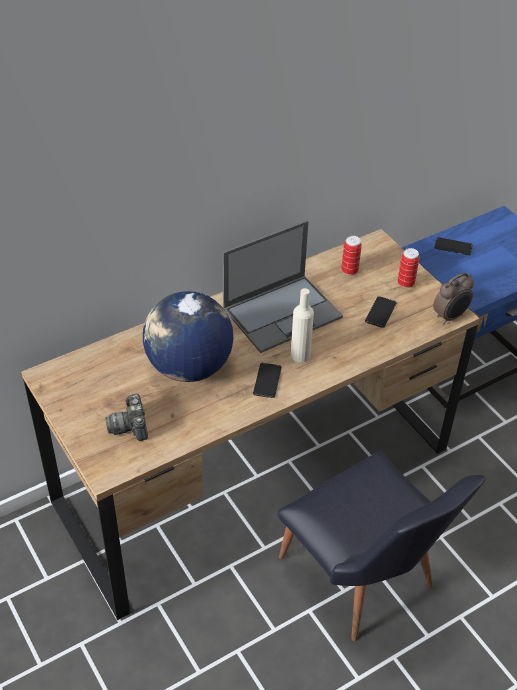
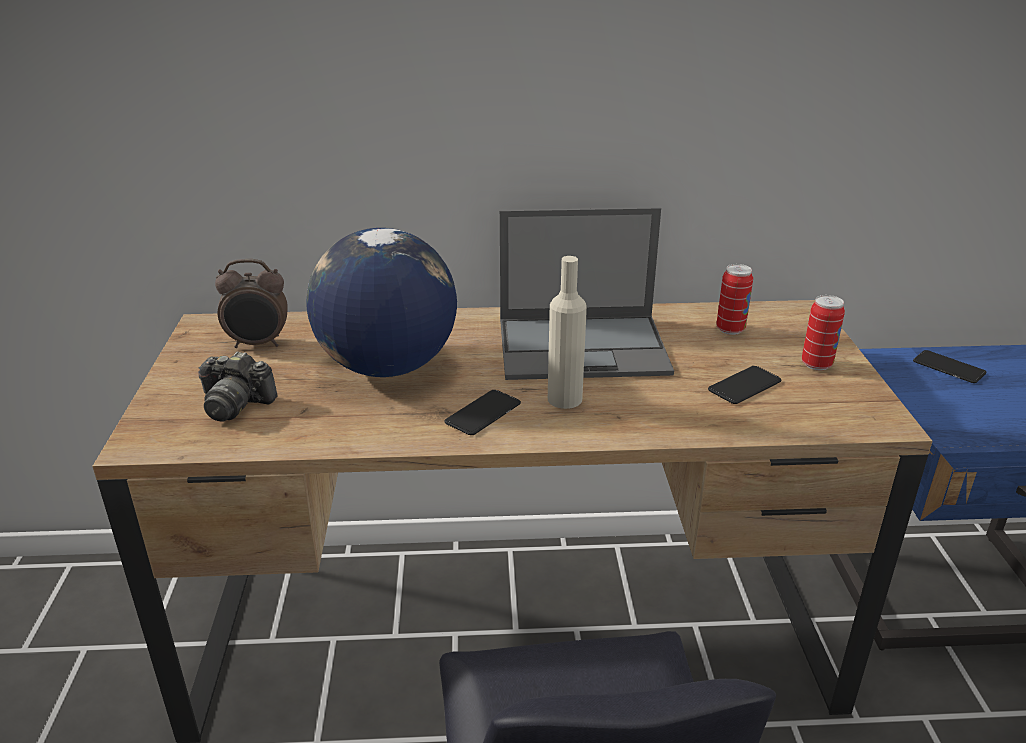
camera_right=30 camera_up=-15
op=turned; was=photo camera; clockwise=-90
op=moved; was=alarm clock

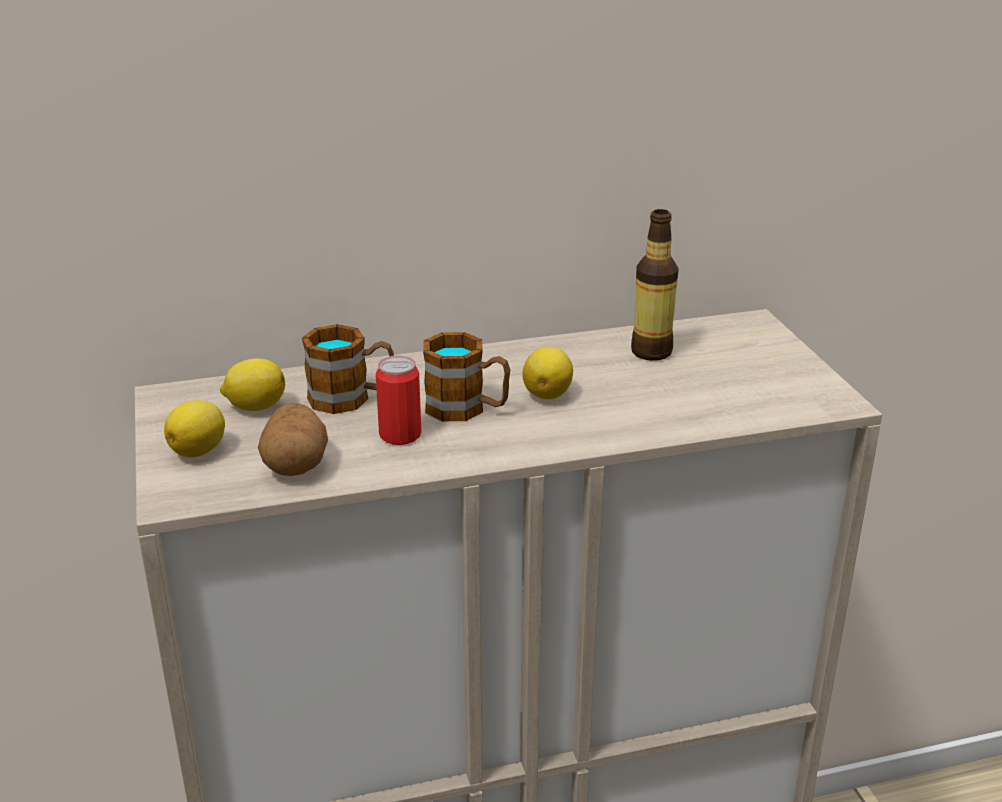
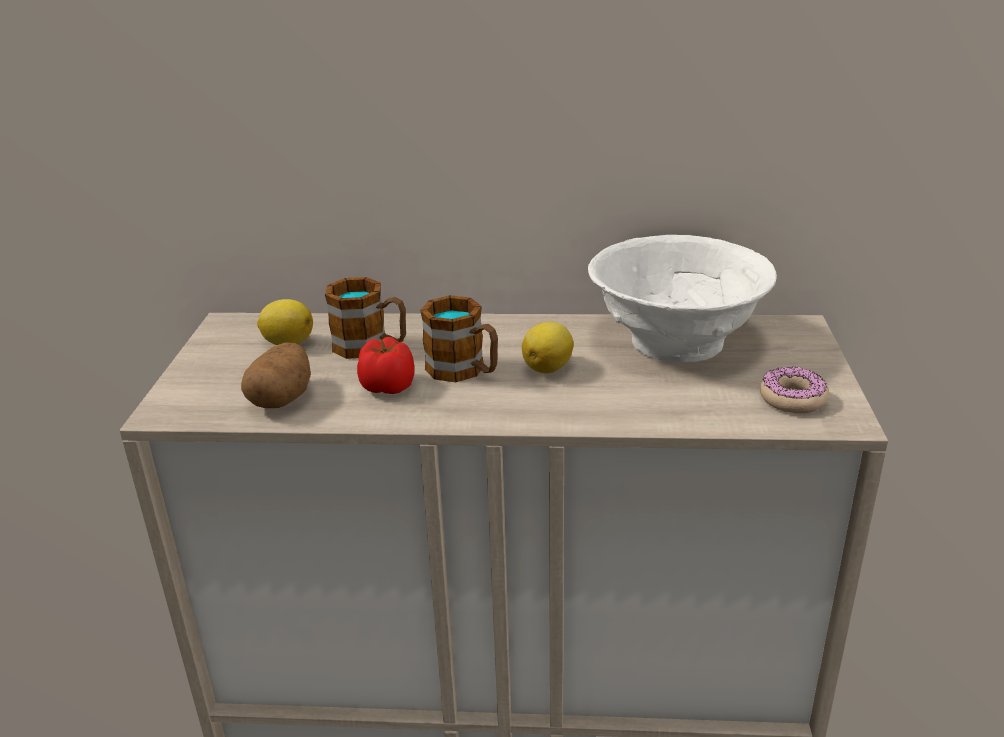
camera_right=20 camera_up=0
op=replaced; was=can; now=tomato
op=replaced; was=bottle; now=bowl (white)
op=added; now=donut
op=removed; was=lemon (1st from left)

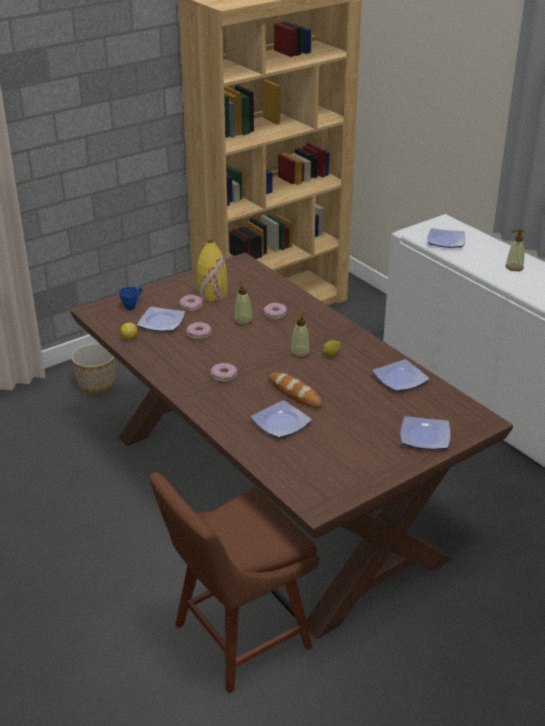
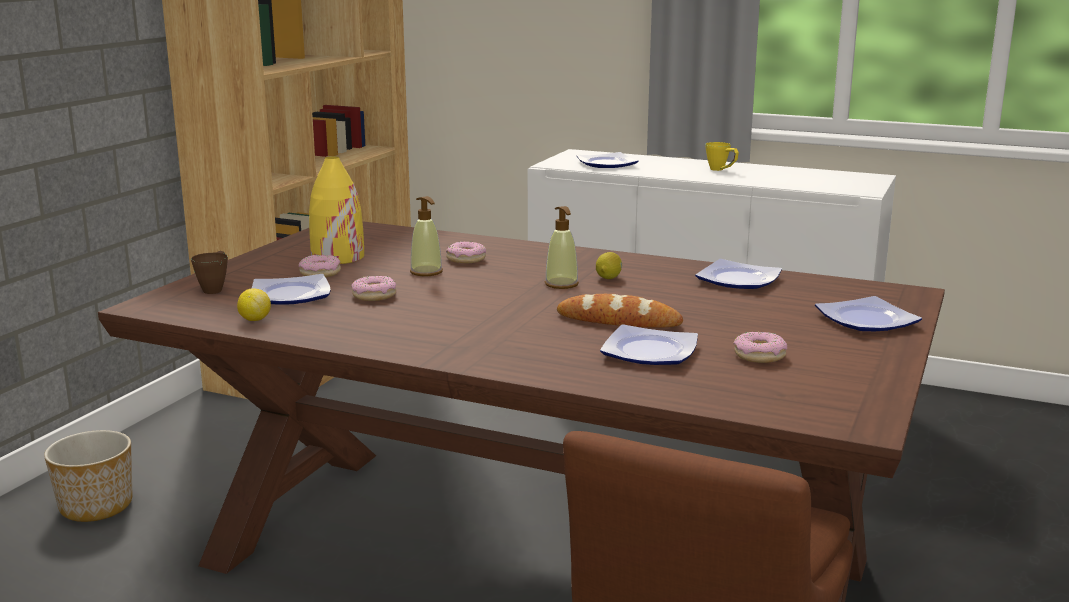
camera_right=-30 camera_up=-15
op=recoloured; was=mug (blue); now=mug (brown)
op=replaced; was=soap dispenser (3rd from left); now=mug (yellow)
op=moved; was=donut (3rd from left in the first image); now=donut (4th from left)

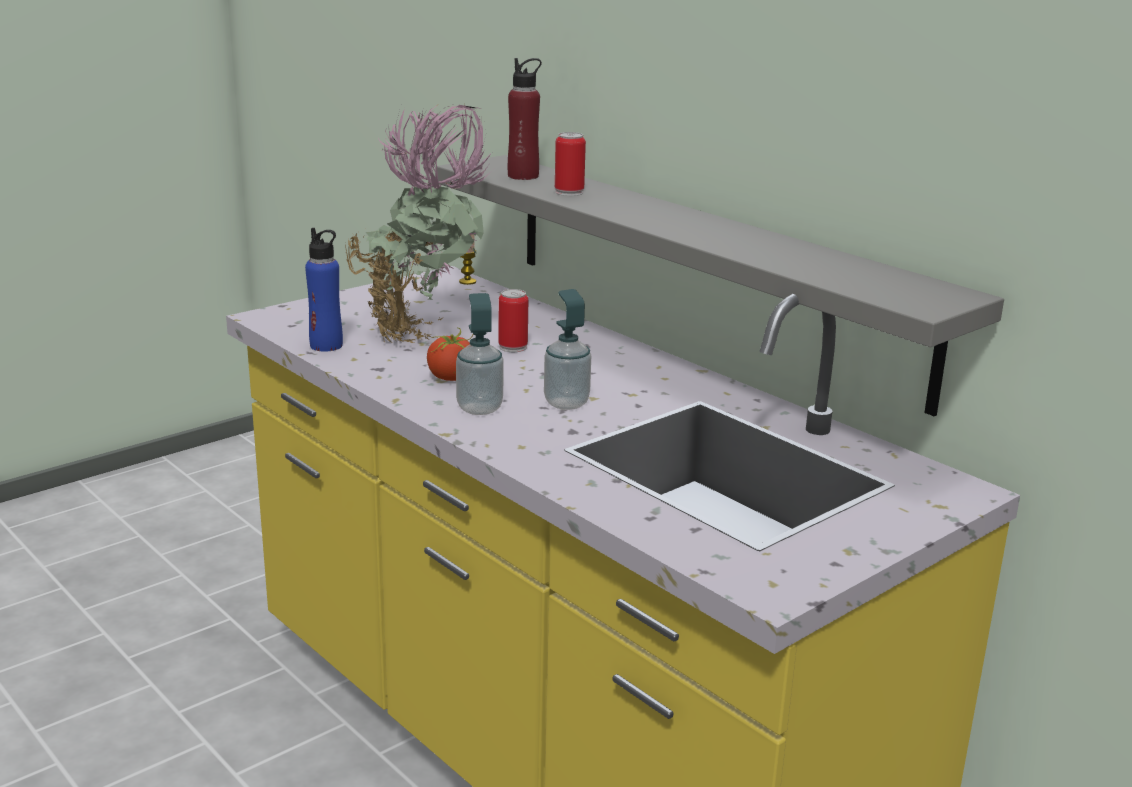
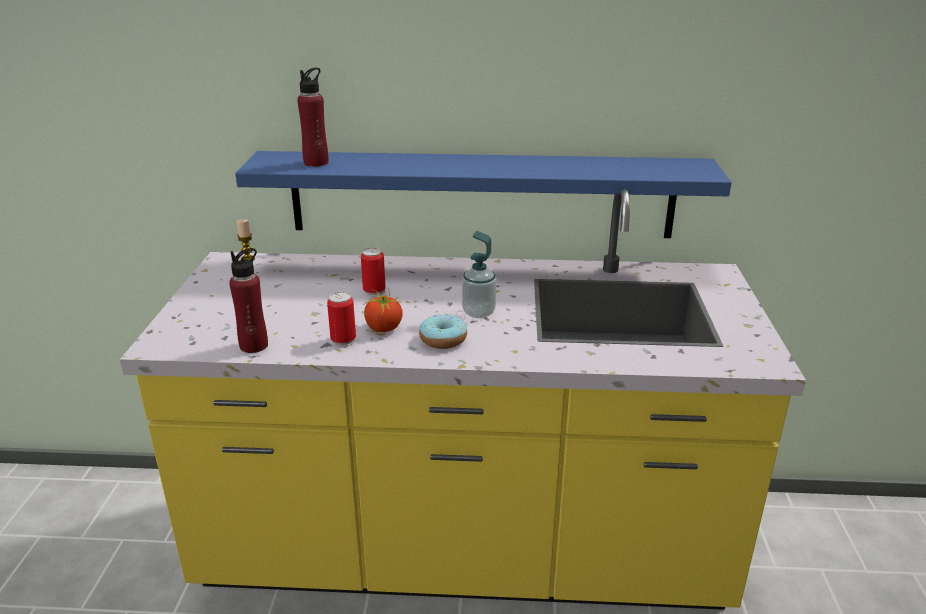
camera_right=-45 camera_up=5
op=recoloured; was=bottle (blue); now=bottle (red) (1st from left)
op=recoloured; was=shelf (grey); now=shelf (blue)
op=moved; was=can (2nd from left in the first image); now=can (1st from left)
op=replaced; was=soap dispenser (1st from left); now=donut
op=removed; was=potted plant

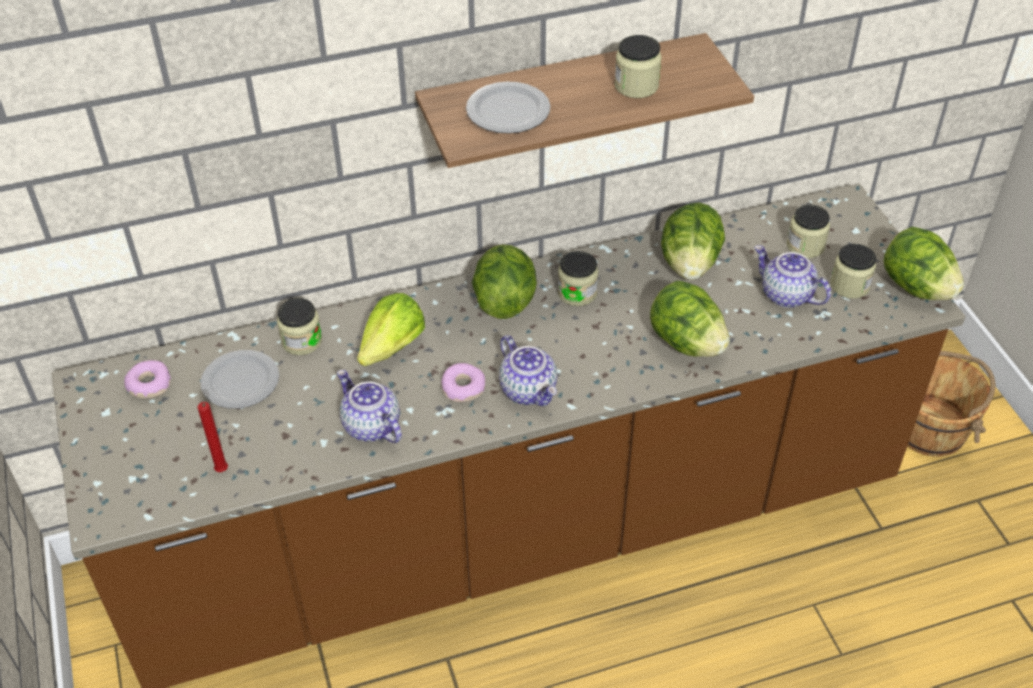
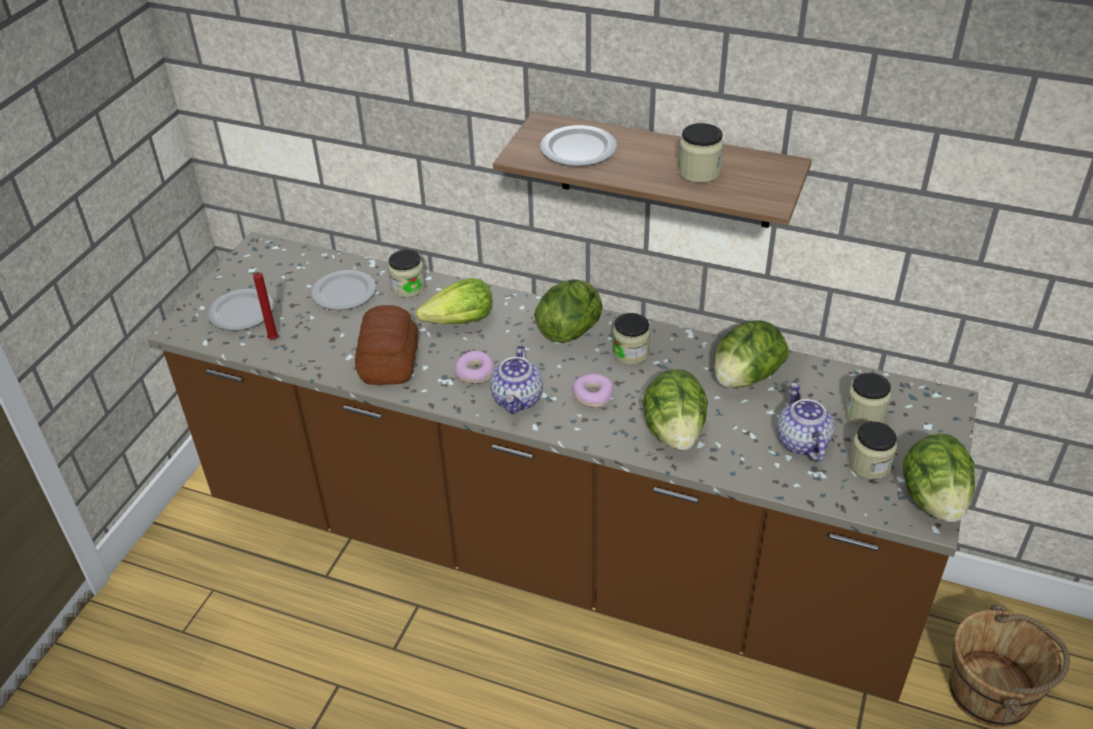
camera_right=40 camera_up=-5
op=added; now=plate (1st from left)
op=replaced; was=teapot (1st from left); now=bread
op=moved; was=donut (1st from left in the first image); now=donut (2nd from left)

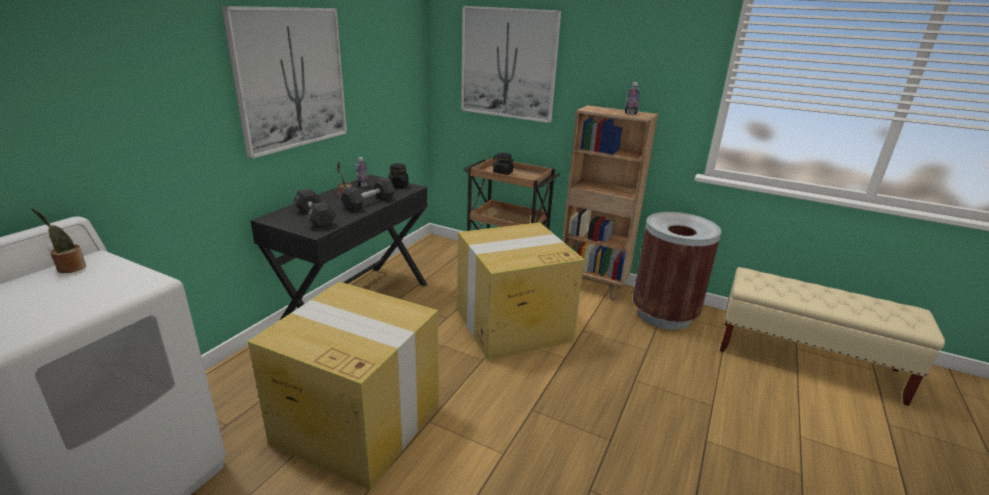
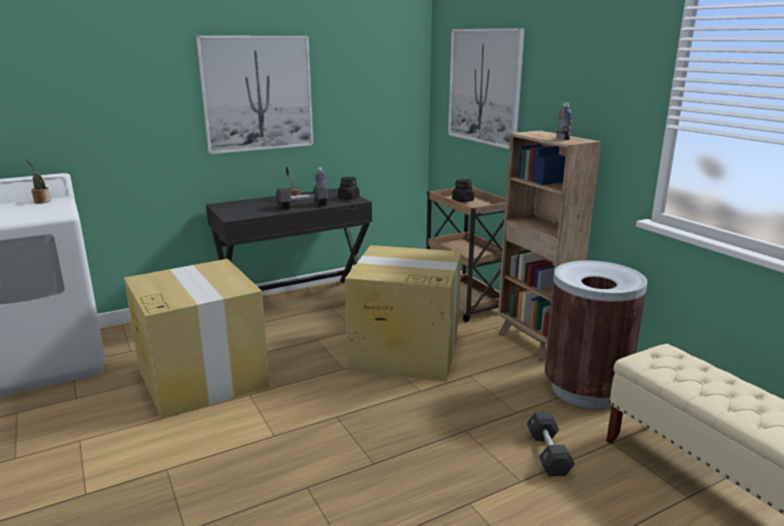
camera_right=35 camera_up=-5
op=moved; was=dumbbell (black) (1st from left in the first image); now=dumbbell (black) (2nd from left)

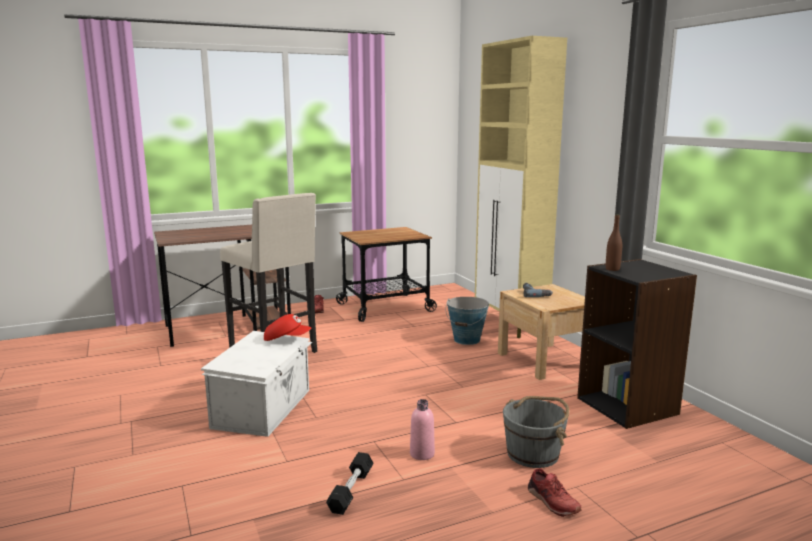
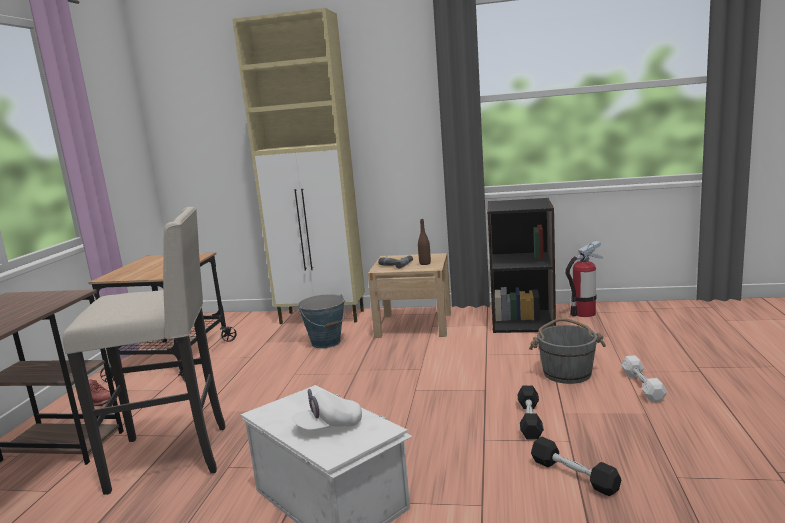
camera_right=-55 camera_up=0
op=added; now=cap (white)
op=moved; was=bottle (brown)
op=replaced; was=bottle (pink); now=dumbbell (black) (1st from left)
op=added; now=fire extinguisher
op=replaced; was=shoe (red) (2nd from left); now=dumbbell (white)
op=removed; was=cap (red)

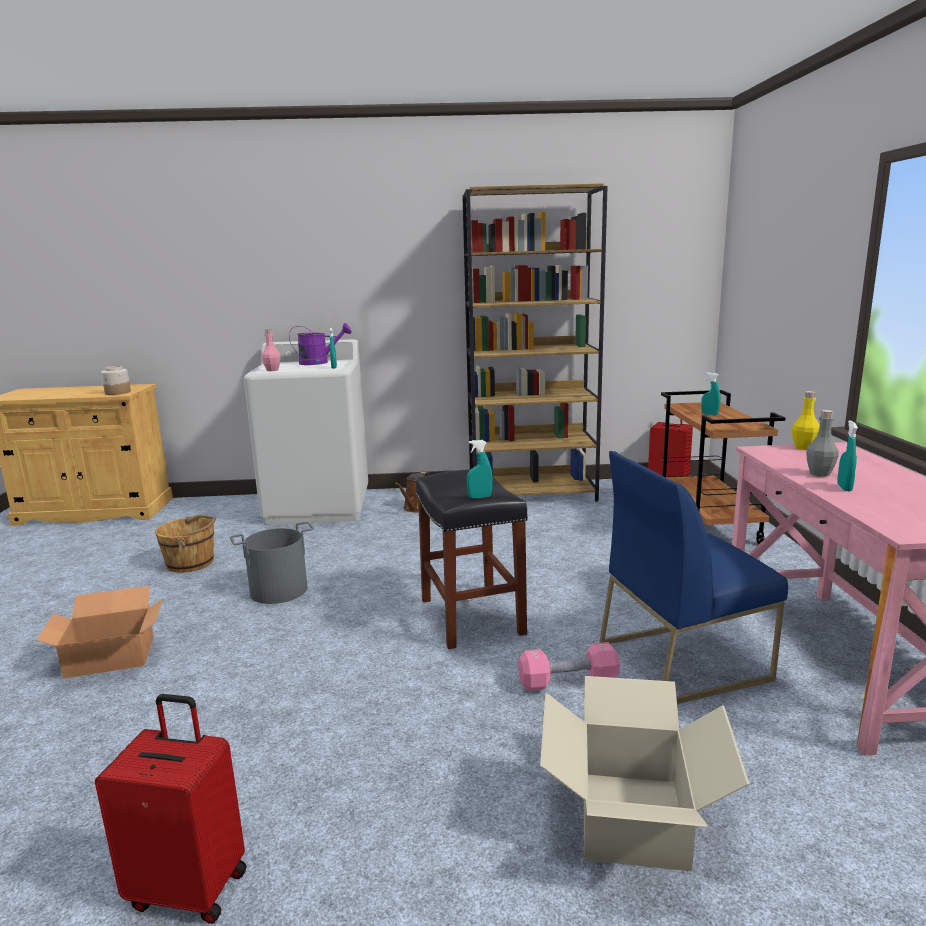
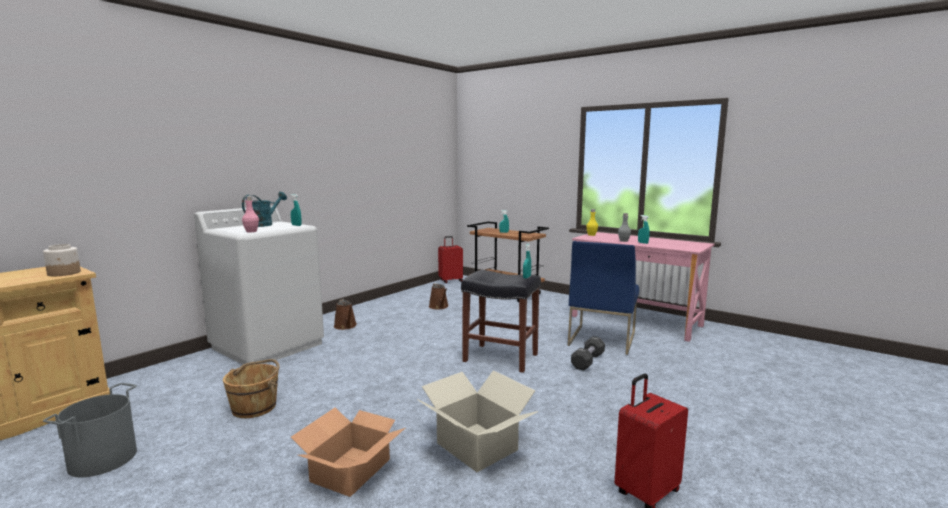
camera_right=-50 camera_up=-5
op=moved; was=bucket (grey)
op=recoloured; was=watering can (purple); now=watering can (turquoise)
op=moved; was=cardboard box (2nd from left)
op=added; now=watering can (brown) (2nd from left)
op=recoloured; was=dumbbell (pink); now=dumbbell (black)
op=removed; was=bookcase (brown)

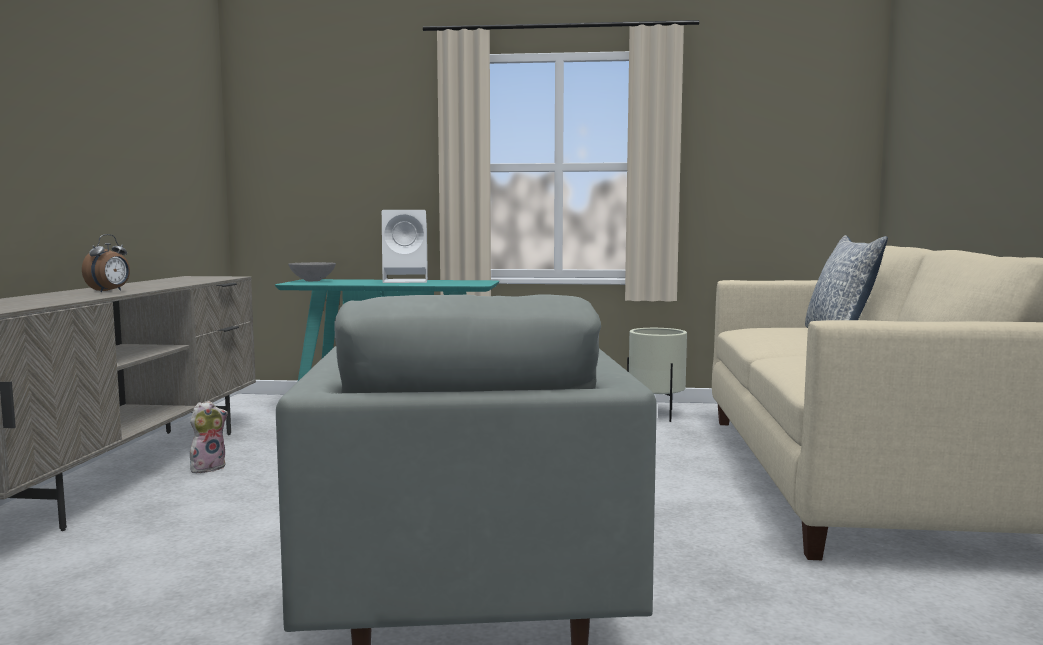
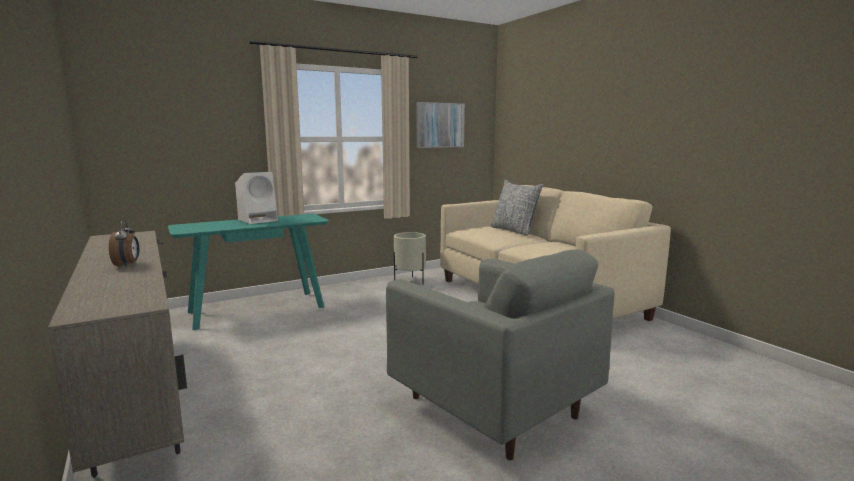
camera_right=-35 camera_up=5
op=added; now=picture
op=removed; was=plush toy
op=removed; was=bowl (grey)

